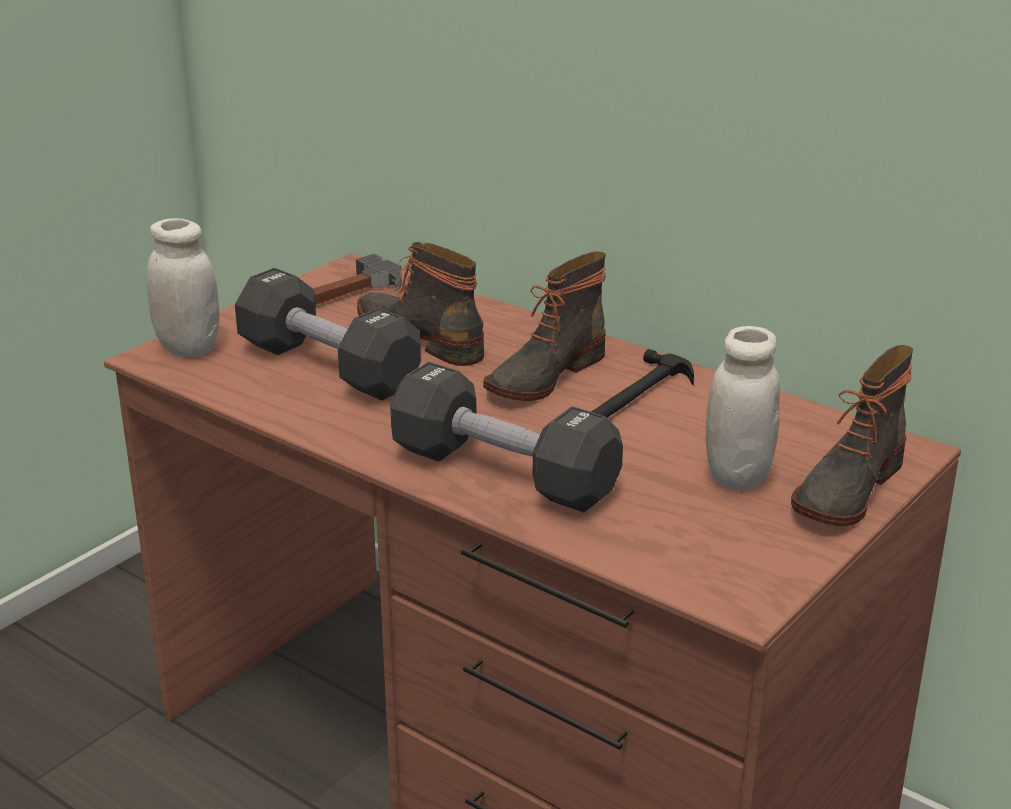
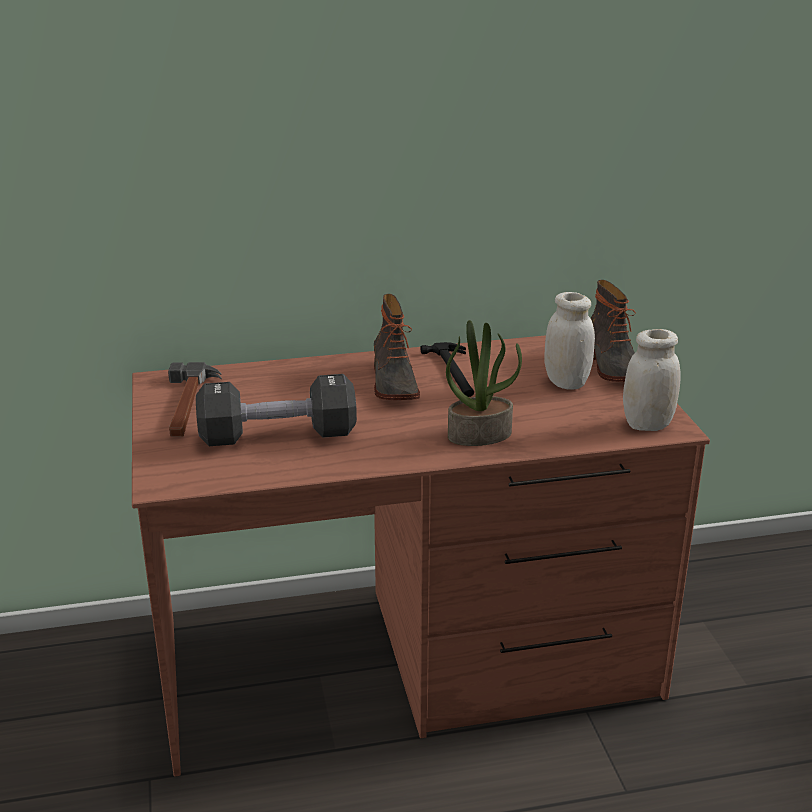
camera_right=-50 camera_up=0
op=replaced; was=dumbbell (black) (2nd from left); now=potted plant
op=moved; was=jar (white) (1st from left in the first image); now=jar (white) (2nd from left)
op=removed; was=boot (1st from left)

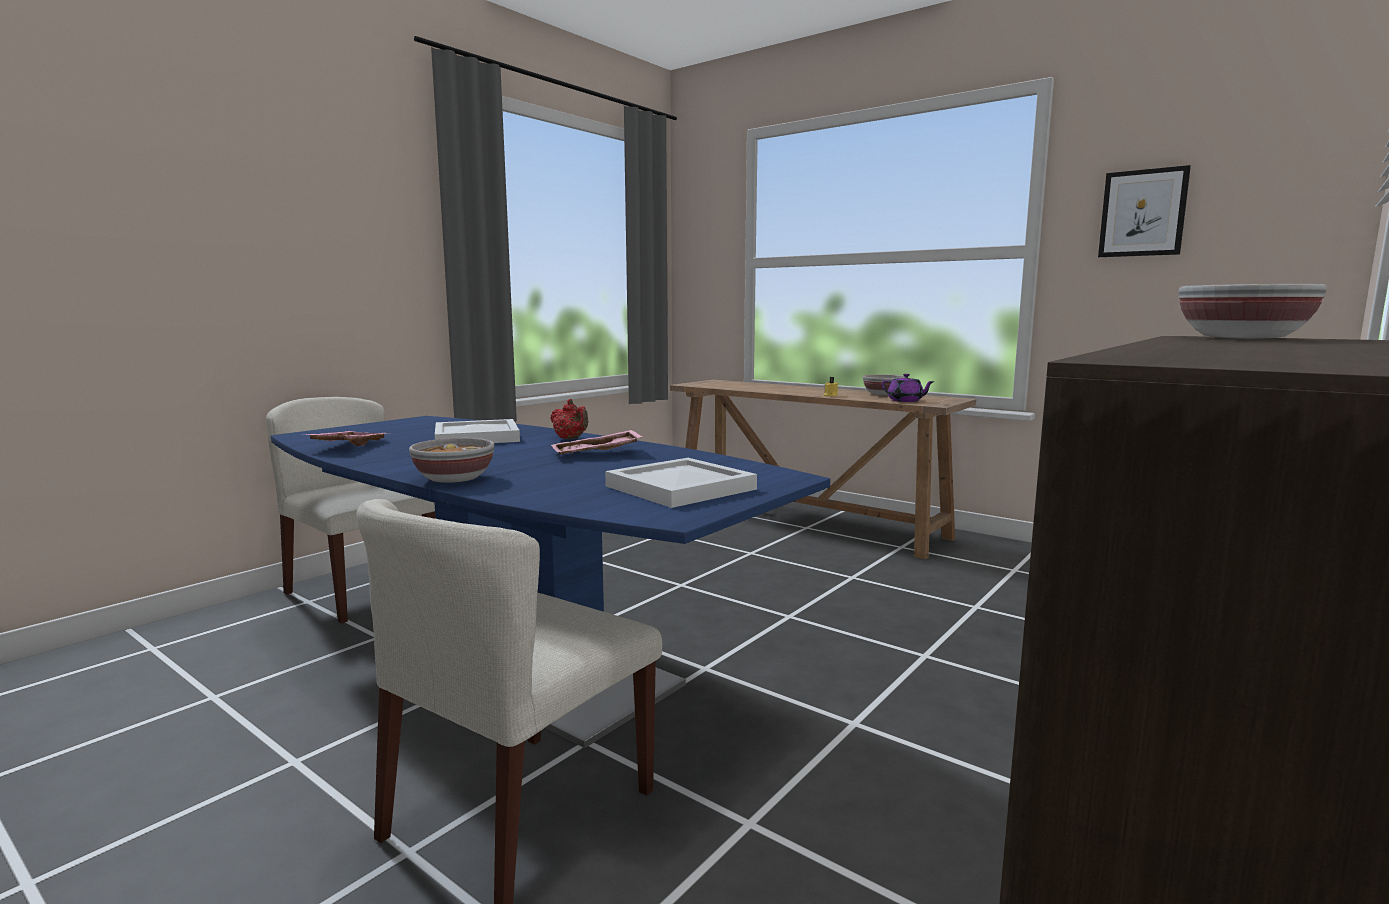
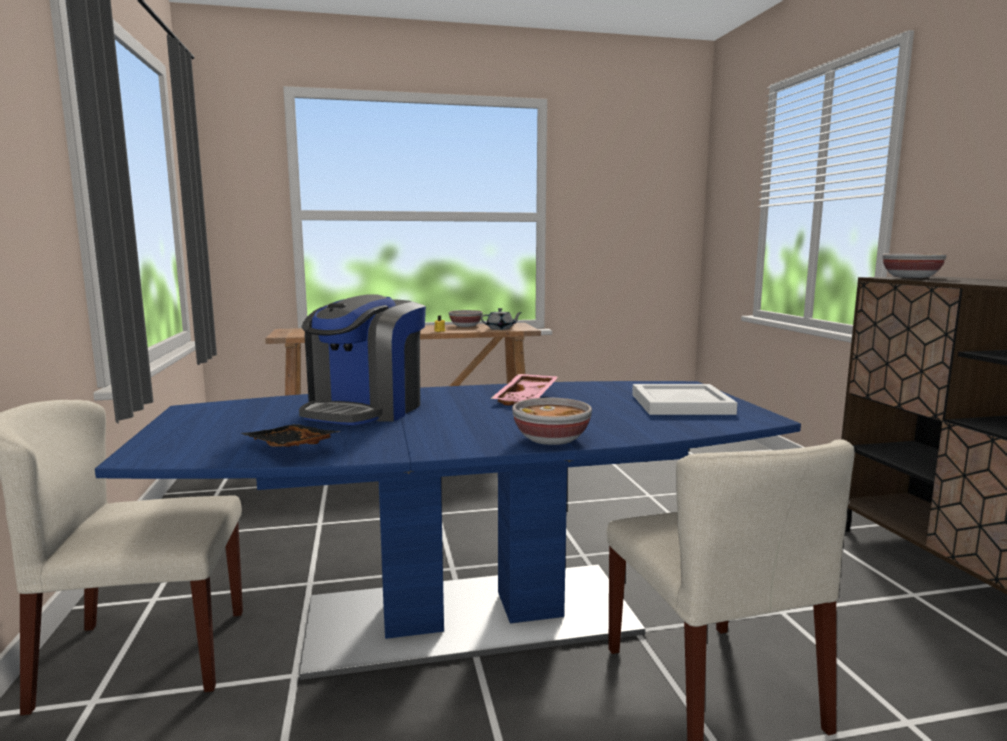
camera_right=-50 camera_up=0
op=recoloured; was=tray (pink) (1st from left); now=tray (black)
op=replaced; was=tray (white) (1st from left); now=coffee machine
op=recoloured; was=teapot (purple); now=teapot (grey)
op=removed; was=teapot (red)
op=removed; was=picture

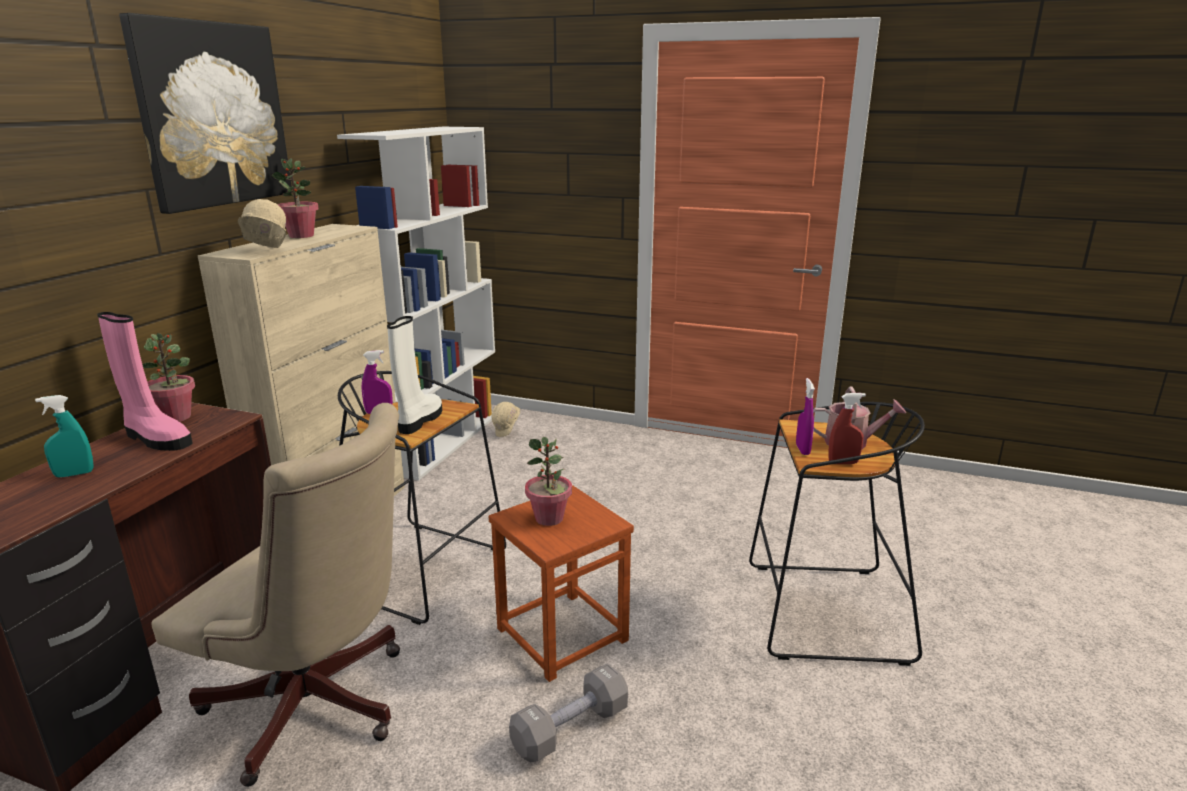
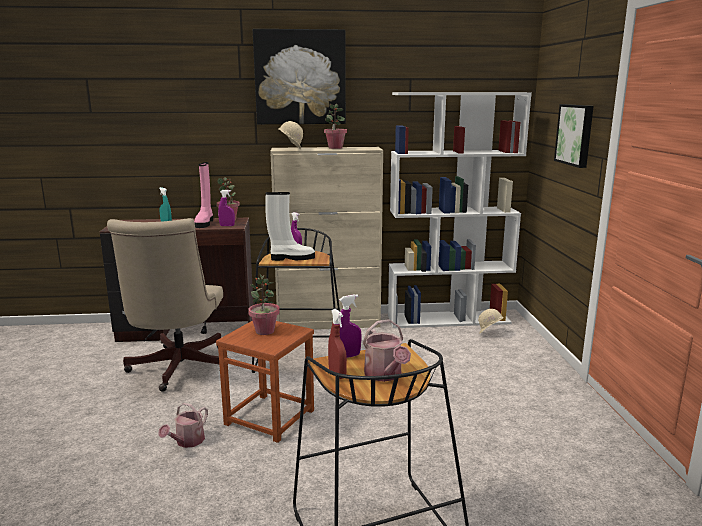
camera_right=65 camera_up=-5
op=replaced; was=dumbbell (grey); now=watering can (1st from left)
op=added; now=spray bottle (purple) (1st from left)
op=added; now=picture (2nd from left)

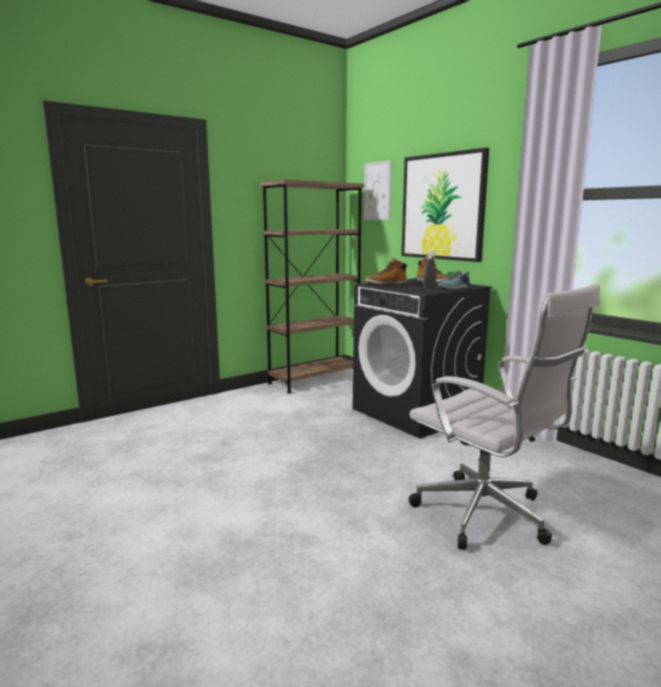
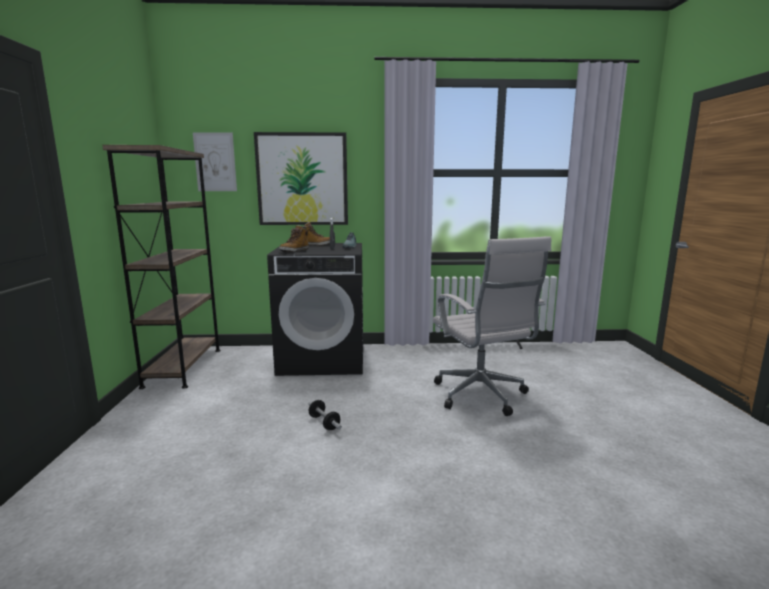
camera_right=-55 camera_up=0
op=added; now=dumbbell
op=turned; was=office chair (white); clockwise=75

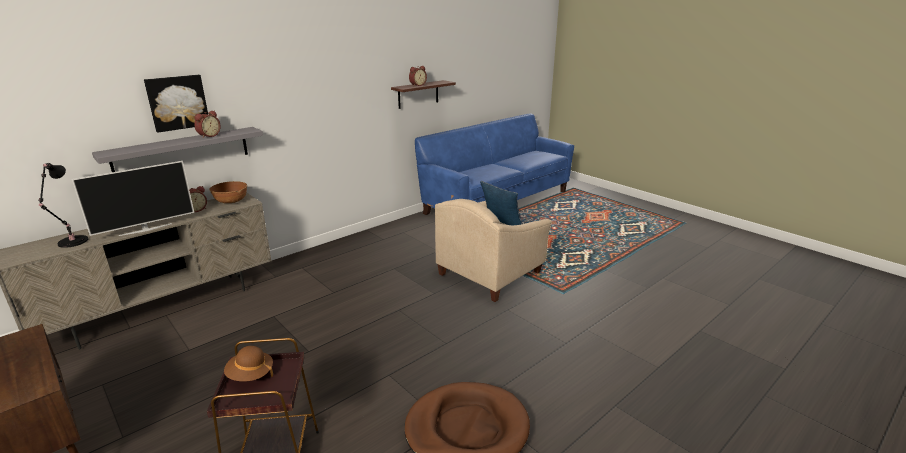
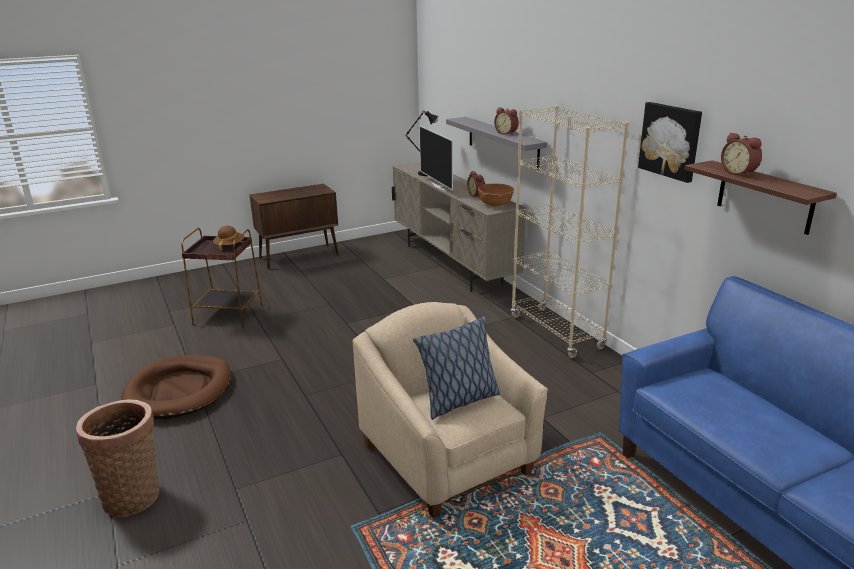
camera_right=105 camera_up=0
op=added; now=basket
op=added; now=bookcase (beige)
op=moved; was=picture

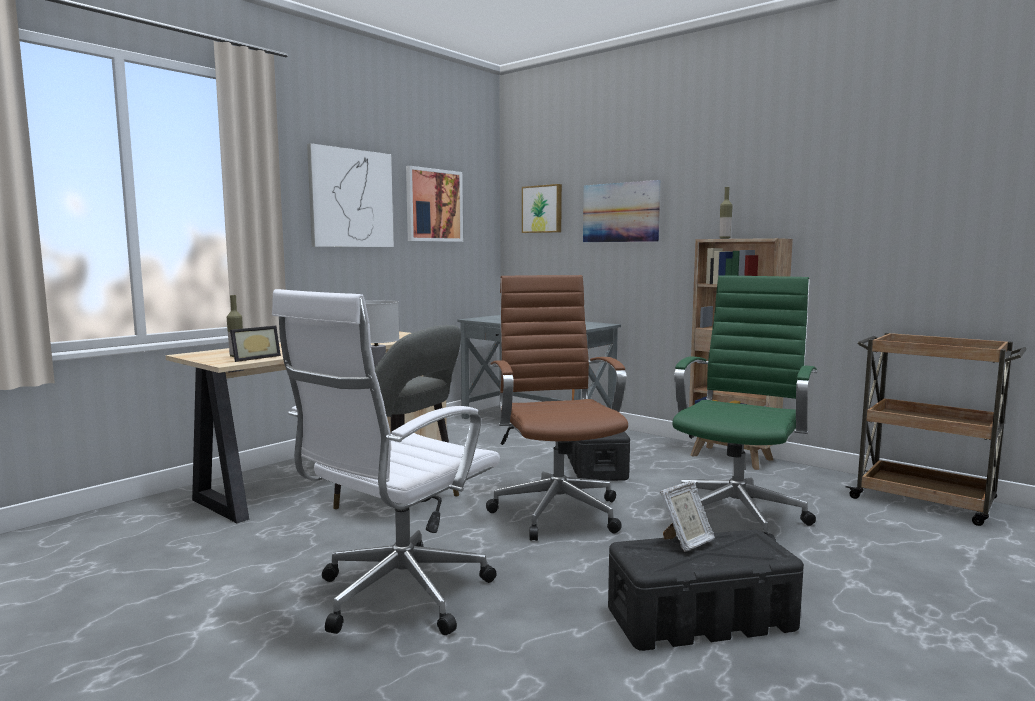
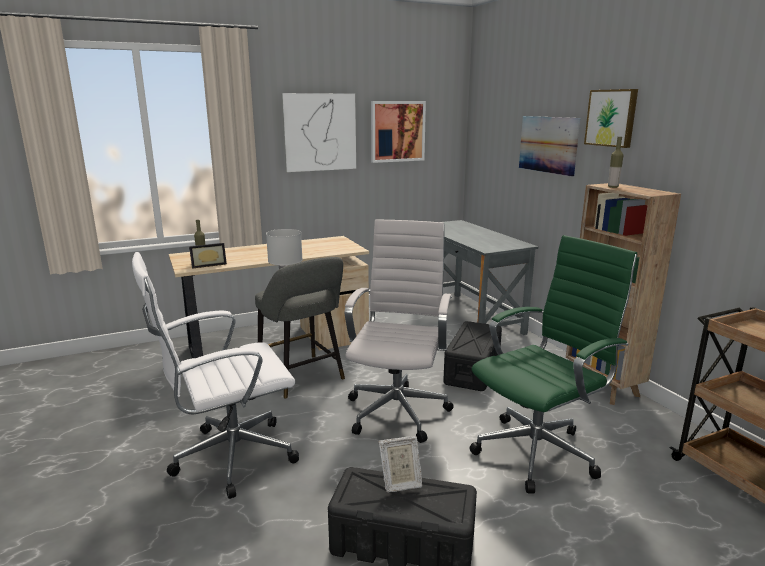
camera_right=25 camera_up=10
op=recoloured; was=office chair (brown); now=office chair (white) (2nd from left)
op=moved; was=picture (3rd from left in the first image); now=picture (4th from left)

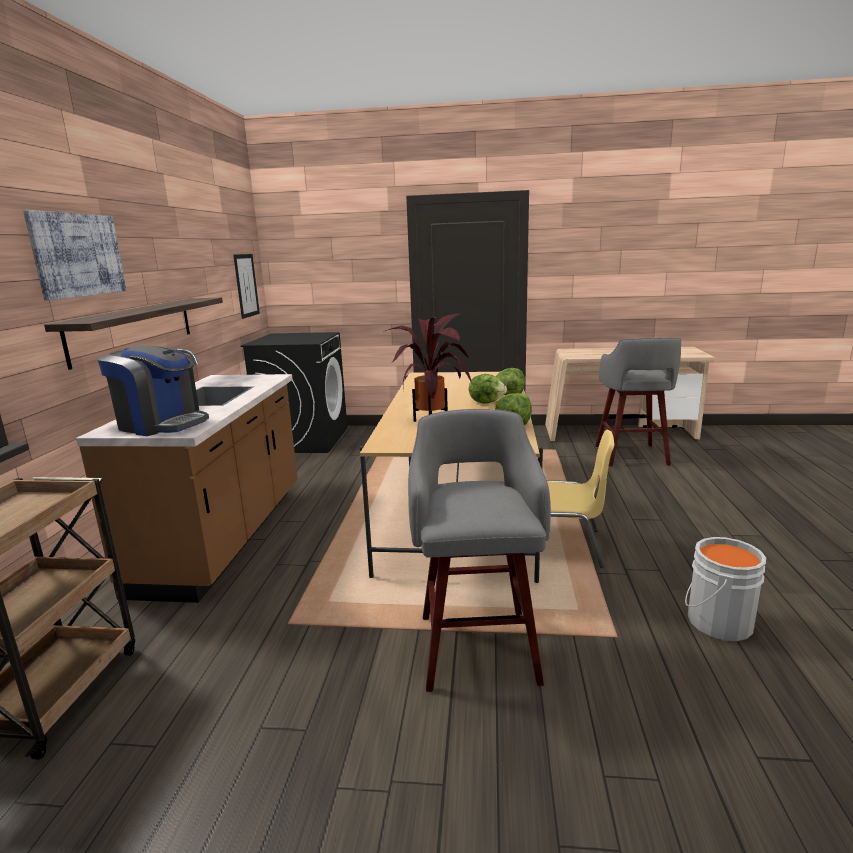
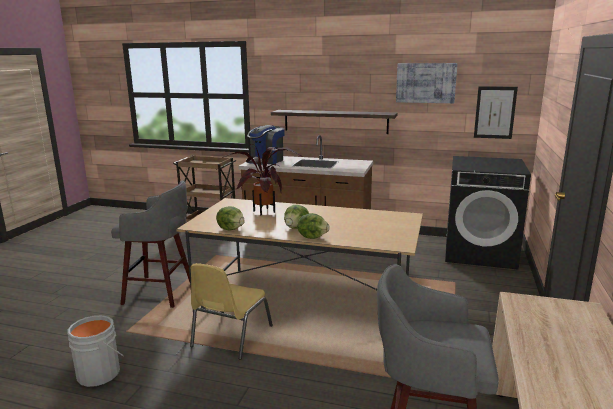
camera_right=100 camera_up=0
op=moved; was=picture (1st from left)

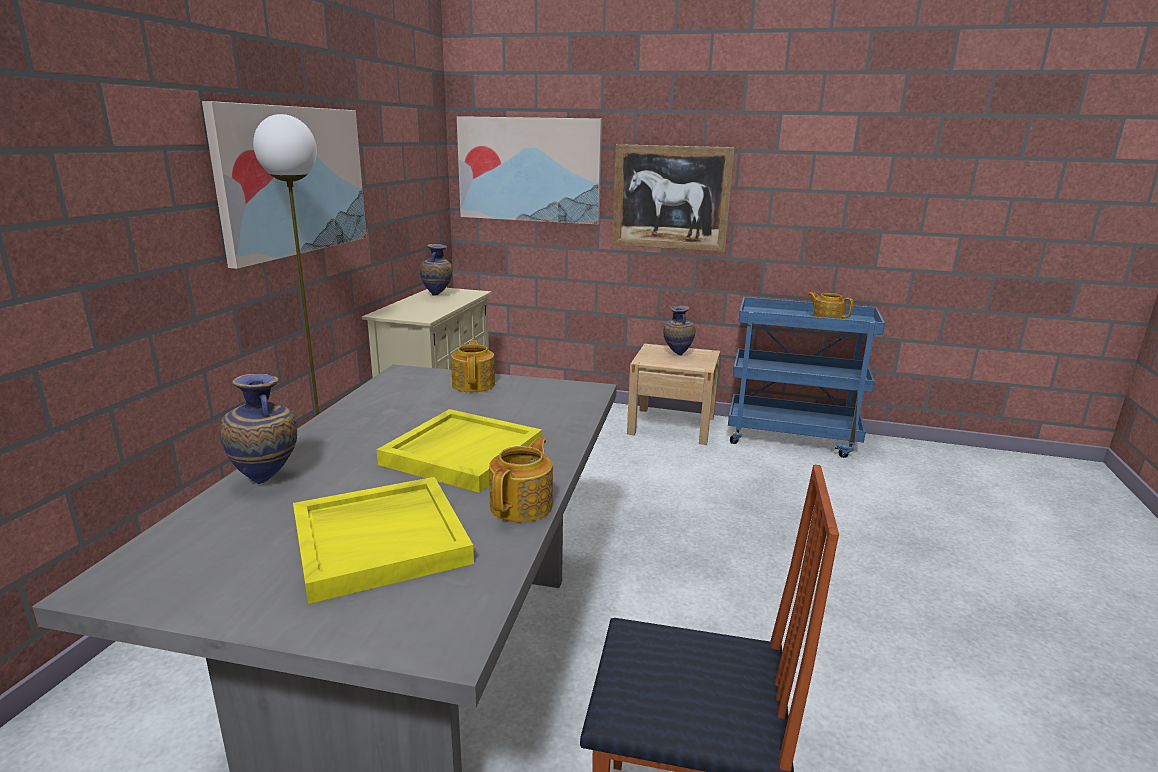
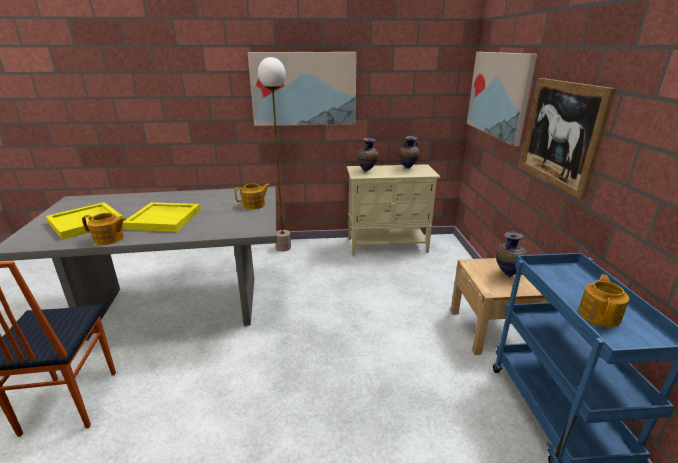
camera_right=70 camera_up=5
op=moved; was=vase (1st from left)

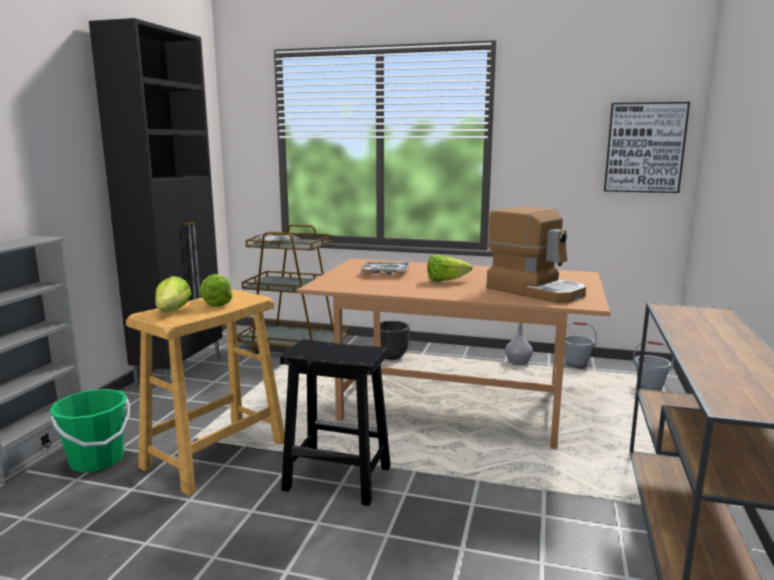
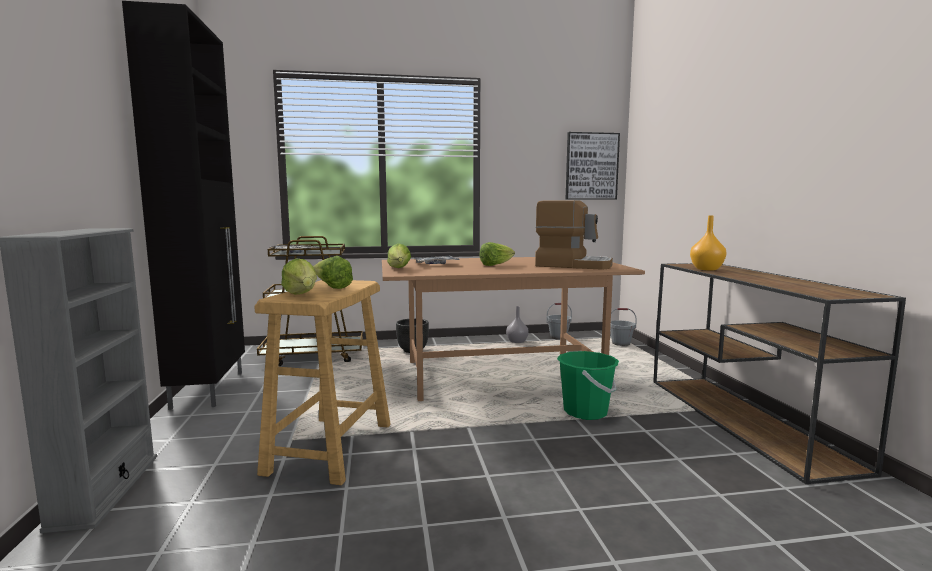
camera_right=-25 camera_up=-5
op=added; now=lettuce (3rd from left)
op=moved; was=bucket (green)
op=added; now=vase (orange)
op=removed; was=stool (black)

